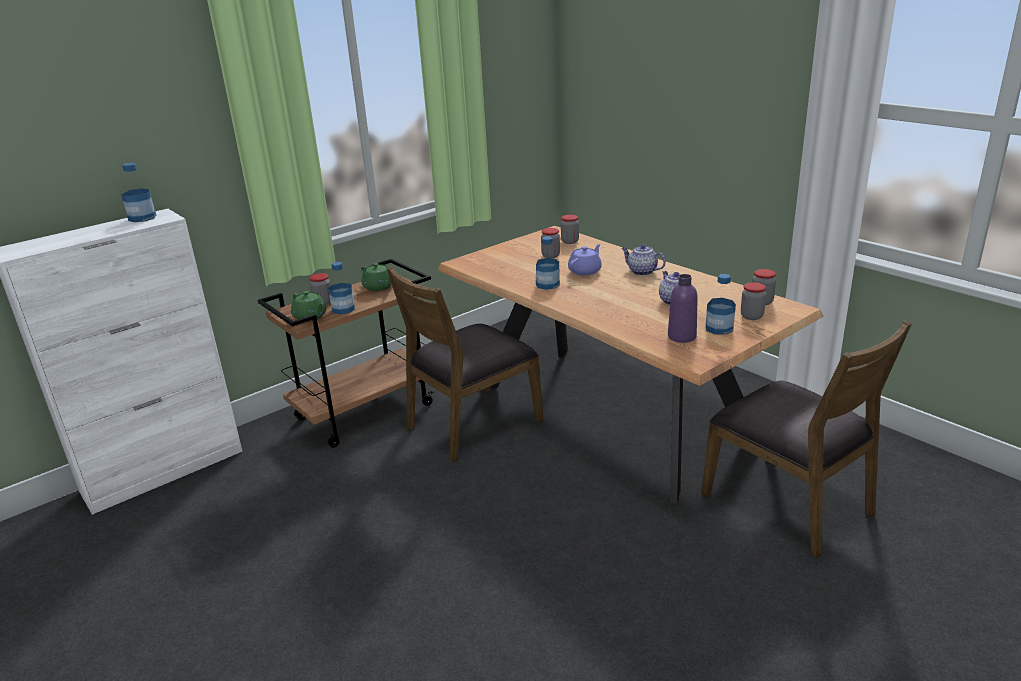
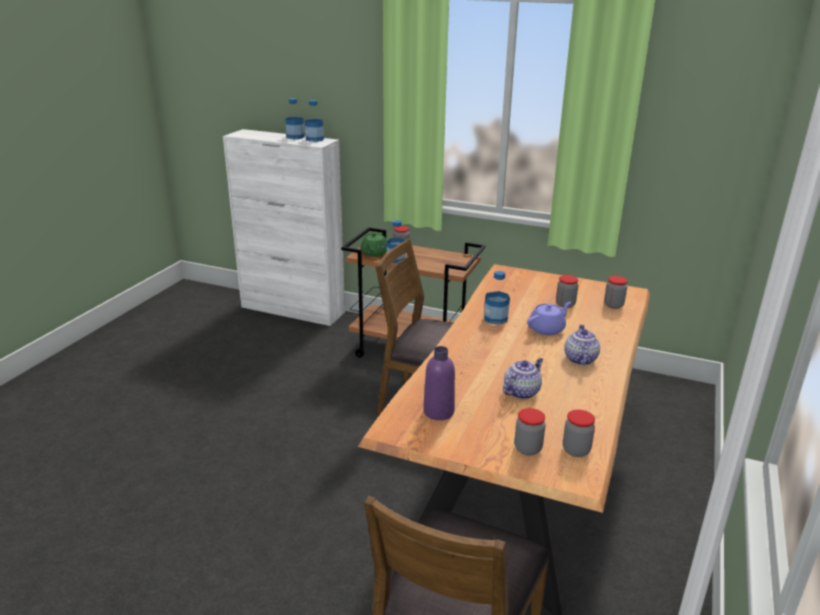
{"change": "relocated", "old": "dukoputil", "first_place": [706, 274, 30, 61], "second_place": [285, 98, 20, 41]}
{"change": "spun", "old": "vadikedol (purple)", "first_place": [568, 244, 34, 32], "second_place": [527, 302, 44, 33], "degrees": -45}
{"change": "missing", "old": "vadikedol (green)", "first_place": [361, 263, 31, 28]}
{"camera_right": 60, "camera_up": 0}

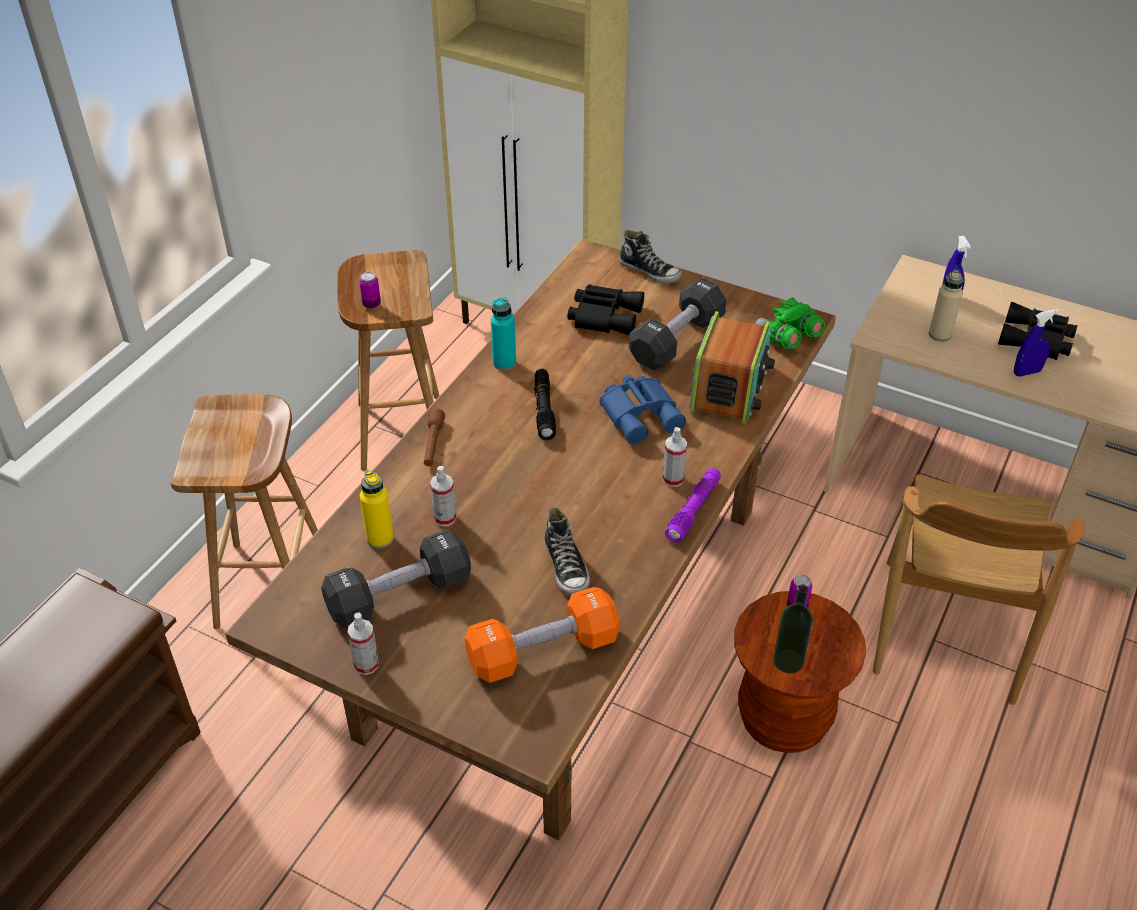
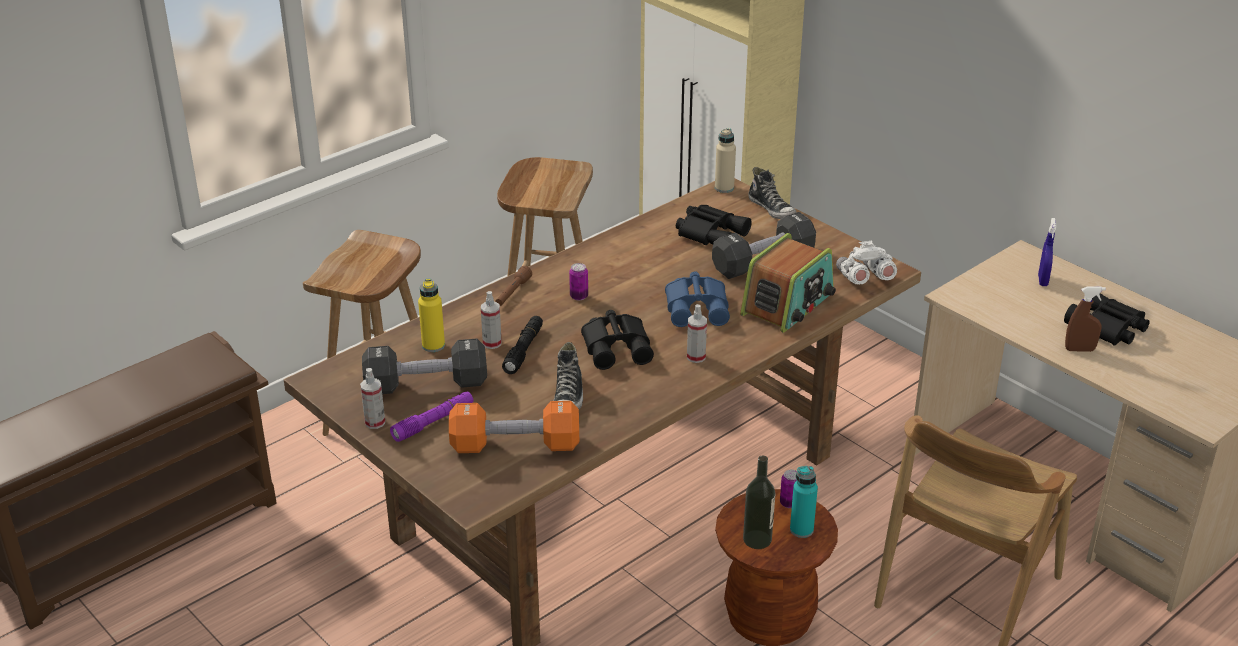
{"change": "relocated", "old": "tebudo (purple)", "first_place": [665, 468, 56, 75], "second_place": [390, 392, 84, 50]}
{"change": "relocated", "old": "tebudo (black)", "first_place": [534, 369, 22, 71], "second_place": [502, 316, 41, 58]}
{"change": "relocated", "old": "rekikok", "first_place": [359, 272, 22, 37], "second_place": [569, 263, 19, 38]}
{"change": "appeared", "new": "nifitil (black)", "second_place": [581, 310, 73, 60]}
{"change": "relocated", "old": "dukoputil (beige)", "first_place": [929, 270, 35, 72], "second_place": [715, 128, 21, 65]}
{"change": "relocated", "old": "dukoputil (turquoise)", "first_place": [491, 297, 25, 73], "second_place": [790, 466, 28, 72]}
{"change": "colour", "old": "nifitil (green)", "new": "nifitil (white)", "first_place": [755, 298, 70, 51], "second_place": [836, 241, 61, 43]}
{"change": "colour", "old": "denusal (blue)", "new": "denusal (brown)", "first_place": [1014, 309, 45, 68], "second_place": [1065, 287, 41, 65]}
{"camera_right": 20, "camera_up": -10}

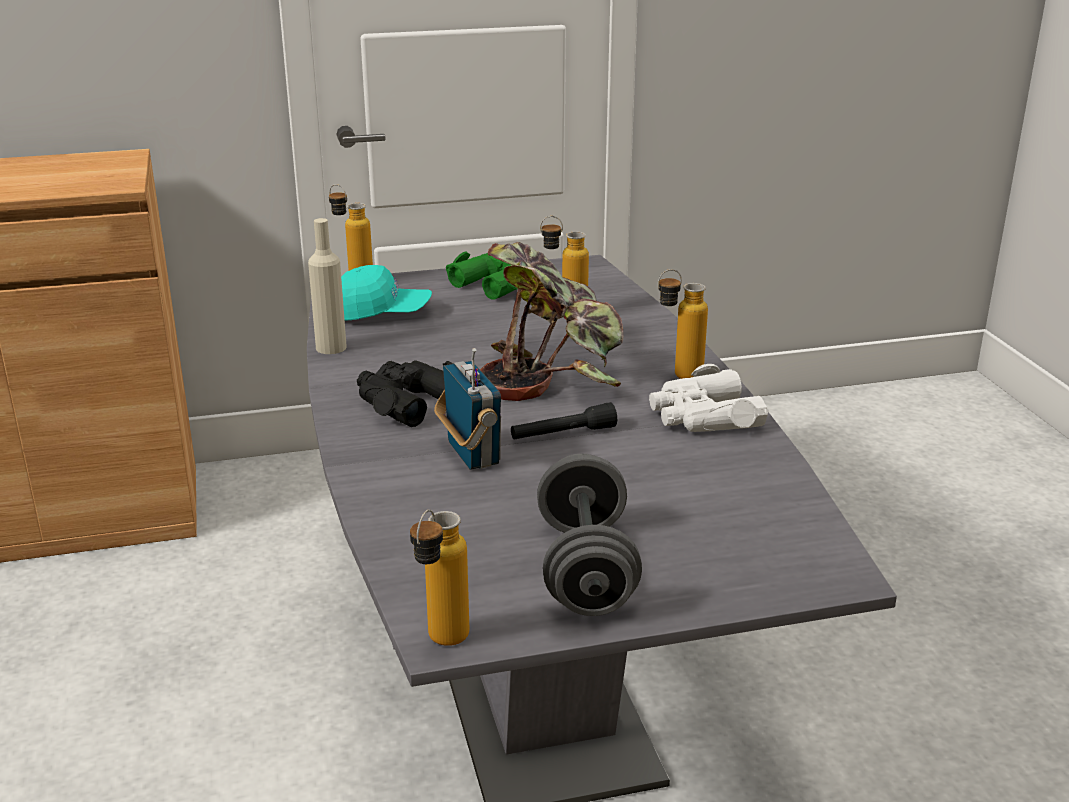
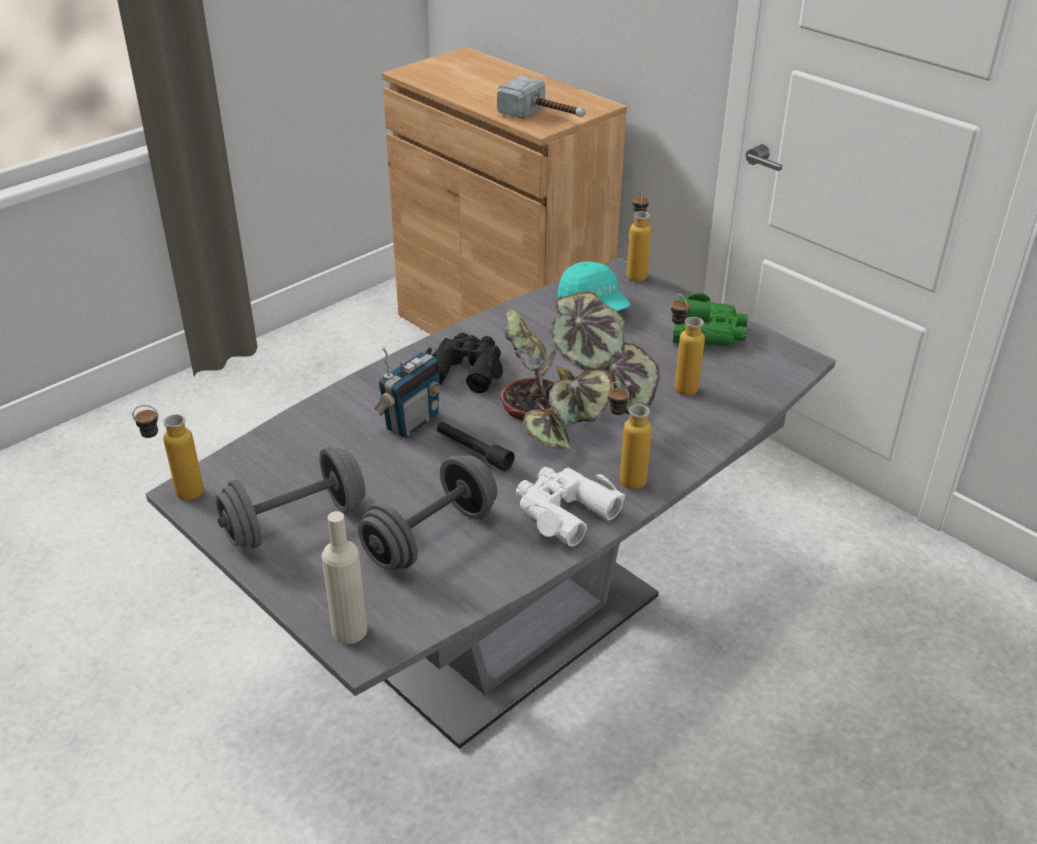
{"change": "relocated", "old": "dukoputil (beige)", "first_place": [308, 218, 39, 136], "second_place": [322, 511, 45, 133]}
{"change": "appeared", "new": "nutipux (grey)", "second_place": [358, 456, 139, 114]}
{"change": "appeared", "new": "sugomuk", "second_place": [497, 76, 89, 43]}
{"camera_right": 60, "camera_up": 10}

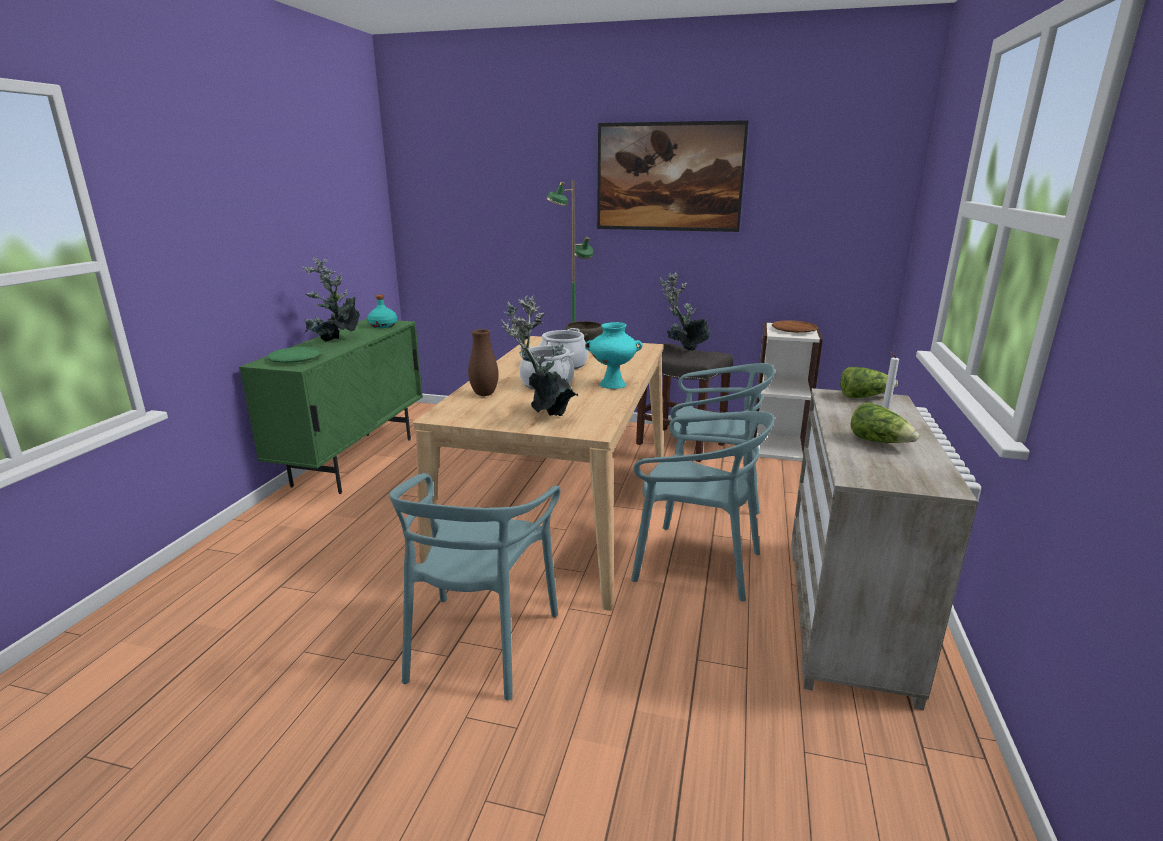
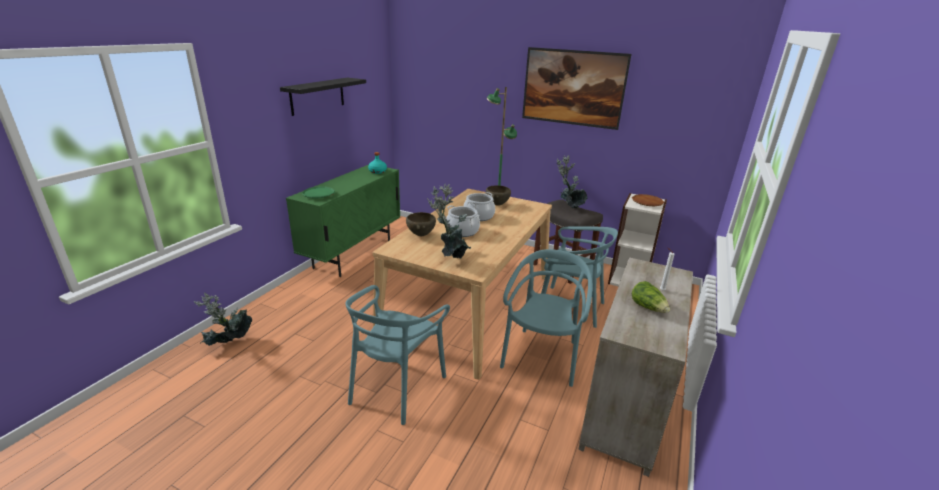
{"change": "relocated", "old": "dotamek", "first_place": [302, 257, 58, 84], "second_place": [193, 293, 59, 53]}
{"change": "appeared", "new": "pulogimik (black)", "second_place": [280, 78, 86, 38]}
{"change": "exchanged", "old": "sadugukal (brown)", "new": "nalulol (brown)", "first_place": [468, 329, 31, 67], "second_place": [406, 212, 30, 24]}
{"change": "spun", "old": "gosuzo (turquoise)", "first_place": [631, 411, 144, 190], "second_place": [500, 249, 93, 138], "degrees": -105}
{"change": "missing", "old": "sadugukal (turquoise)", "first_place": [585, 322, 58, 67]}
{"change": "missing", "old": "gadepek", "first_place": [840, 367, 58, 31]}
{"camera_right": 10, "camera_up": 5}

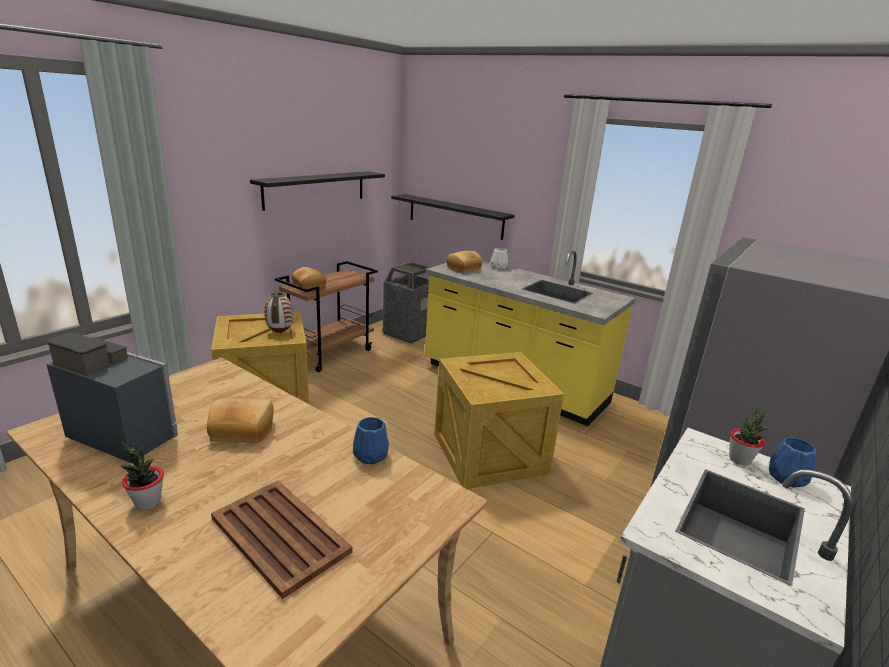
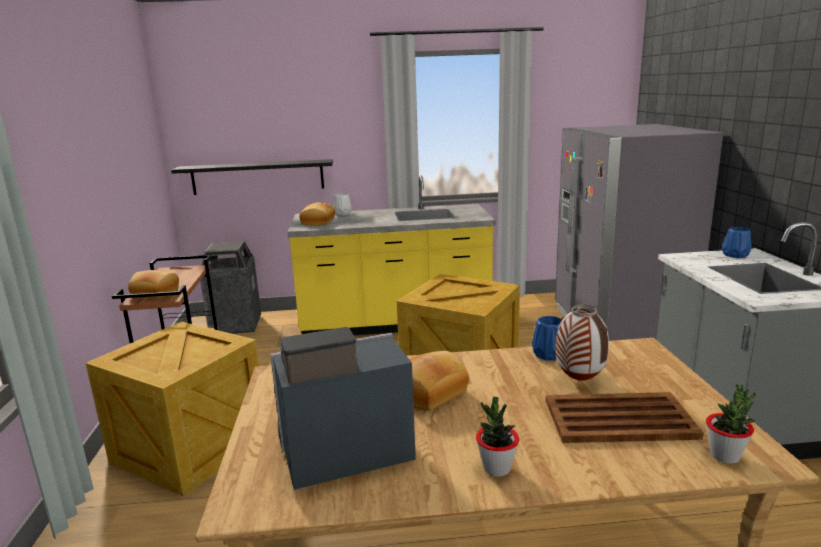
{"change": "relocated", "old": "sadugukal", "first_place": [264, 291, 29, 42], "second_place": [556, 305, 53, 76]}
{"change": "relocated", "old": "dotamek", "first_place": [729, 409, 41, 56], "second_place": [706, 384, 50, 80]}
{"change": "missing", "old": "pulogimik (black)", "first_place": [250, 171, 135, 40]}
{"camera_right": -40, "camera_up": -5}

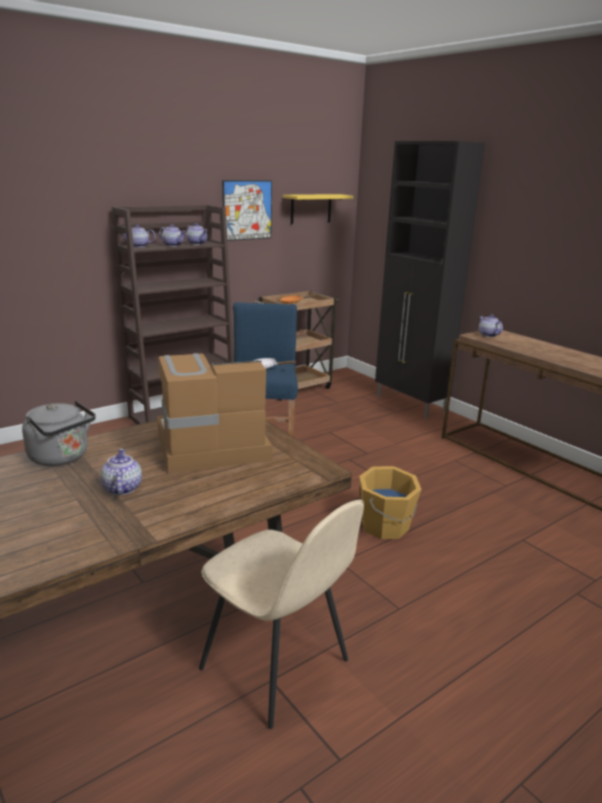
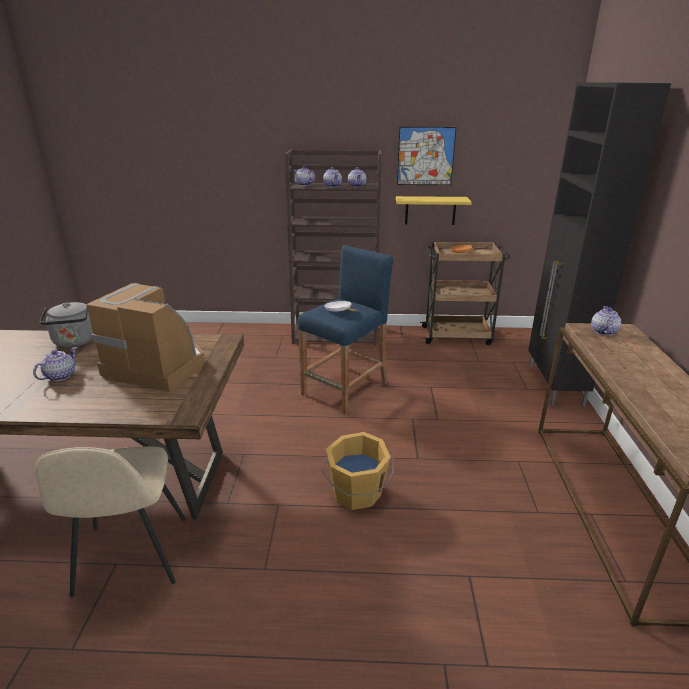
{"change": "relocated", "old": "pulogimik (yellow)", "first_place": [283, 194, 71, 30], "second_place": [396, 196, 76, 29]}
{"camera_right": 40, "camera_up": 5}

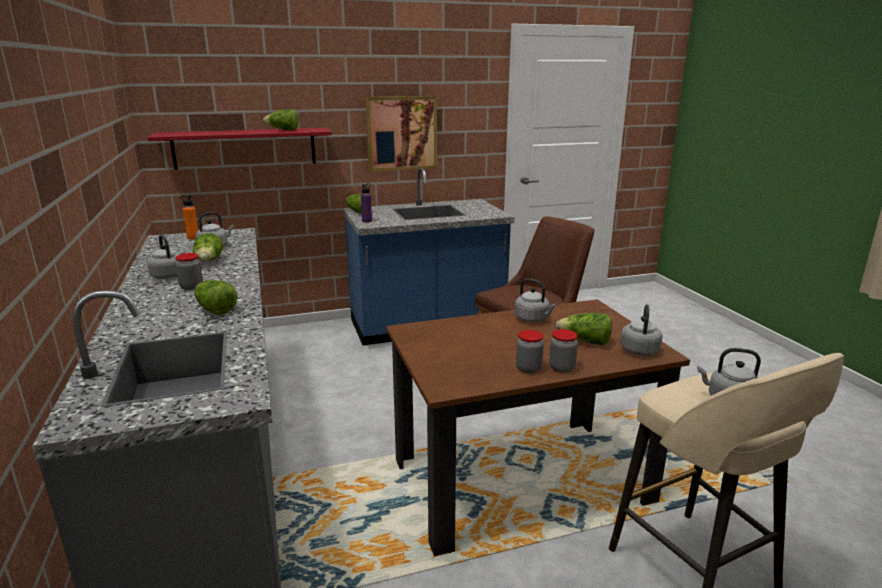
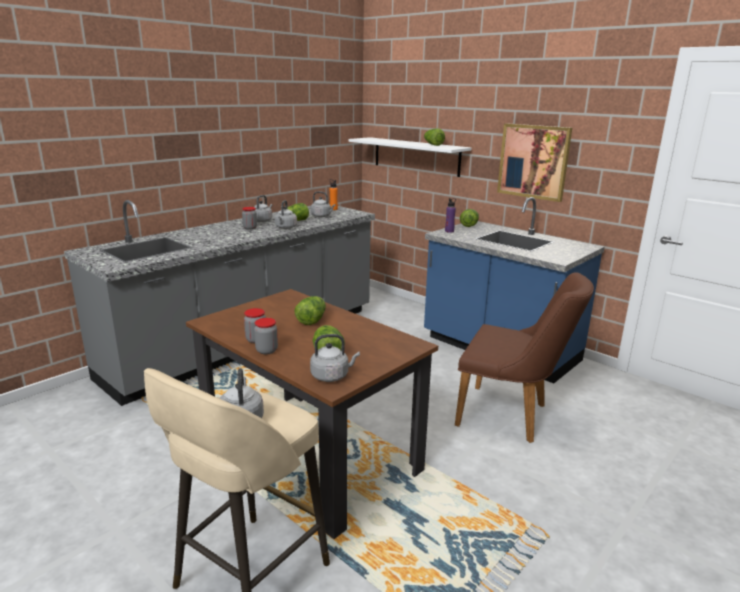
{"change": "relocated", "old": "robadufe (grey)", "first_place": [515, 278, 42, 45], "second_place": [275, 200, 22, 29]}
{"change": "relocated", "old": "gadepek", "first_place": [194, 280, 43, 35], "second_place": [294, 296, 32, 29]}
{"change": "colour", "old": "pulogimik (red)", "new": "pulogimik (white)", "first_place": [147, 128, 185, 42], "second_place": [349, 137, 122, 40]}
{"camera_right": 60, "camera_up": 0}

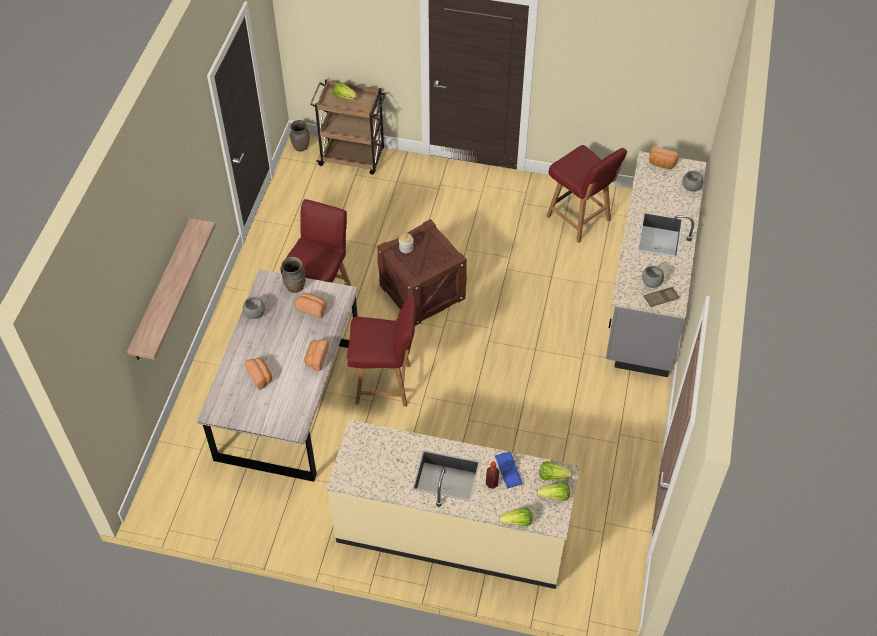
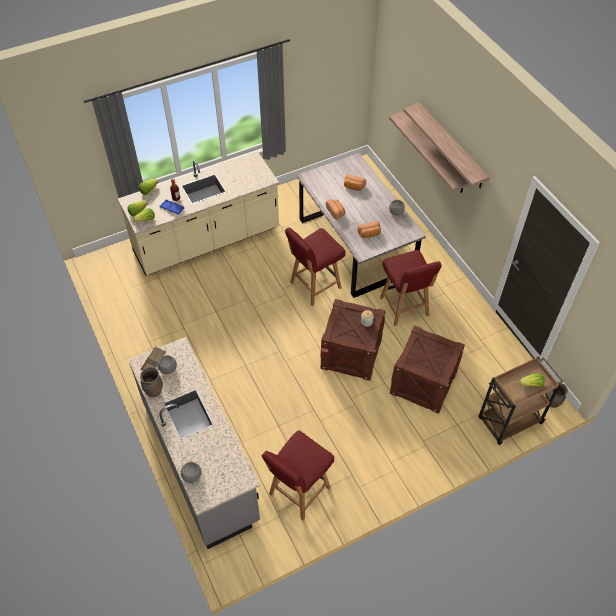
{"change": "relocated", "old": "sadugukal (brown)", "first_place": [281, 257, 25, 36], "second_place": [140, 367, 23, 30]}
{"change": "spun", "old": "gosuzo (red)", "first_place": [546, 145, 81, 98], "second_place": [262, 430, 72, 90], "degrees": -60}
{"change": "appeared", "new": "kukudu", "second_place": [390, 325, 75, 89]}
{"change": "appeared", "new": "pulogimik", "second_place": [404, 103, 85, 85]}
{"change": "missing", "old": "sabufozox", "first_place": [649, 146, 30, 23]}
{"camera_right": 140, "camera_up": 0}

